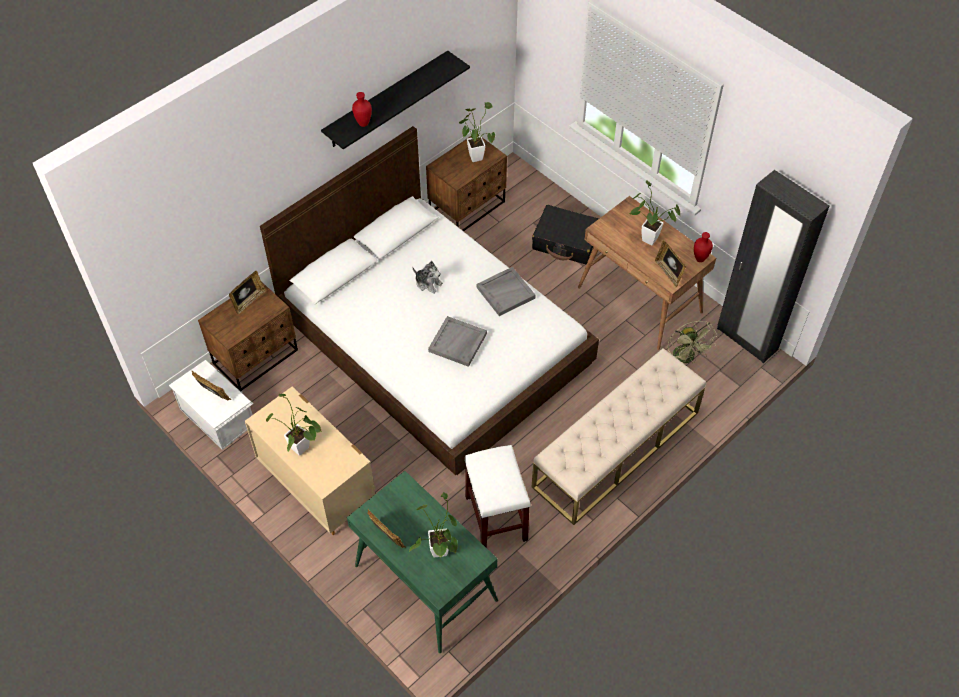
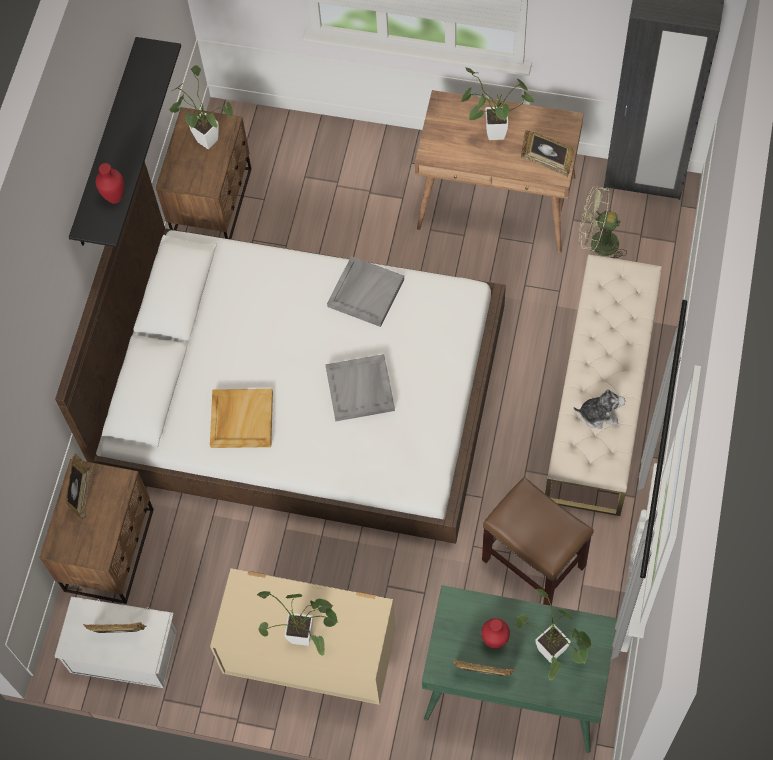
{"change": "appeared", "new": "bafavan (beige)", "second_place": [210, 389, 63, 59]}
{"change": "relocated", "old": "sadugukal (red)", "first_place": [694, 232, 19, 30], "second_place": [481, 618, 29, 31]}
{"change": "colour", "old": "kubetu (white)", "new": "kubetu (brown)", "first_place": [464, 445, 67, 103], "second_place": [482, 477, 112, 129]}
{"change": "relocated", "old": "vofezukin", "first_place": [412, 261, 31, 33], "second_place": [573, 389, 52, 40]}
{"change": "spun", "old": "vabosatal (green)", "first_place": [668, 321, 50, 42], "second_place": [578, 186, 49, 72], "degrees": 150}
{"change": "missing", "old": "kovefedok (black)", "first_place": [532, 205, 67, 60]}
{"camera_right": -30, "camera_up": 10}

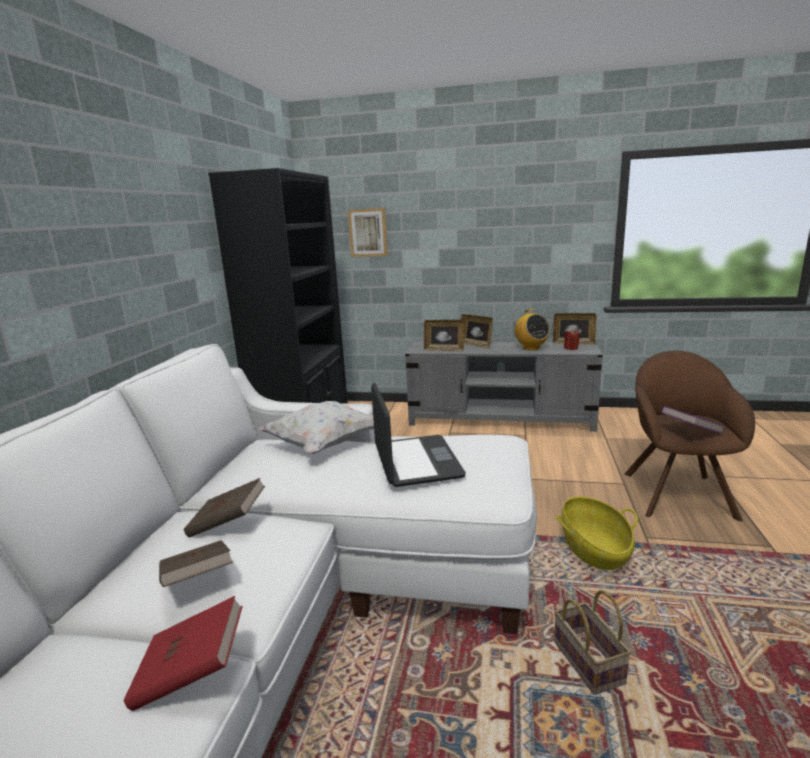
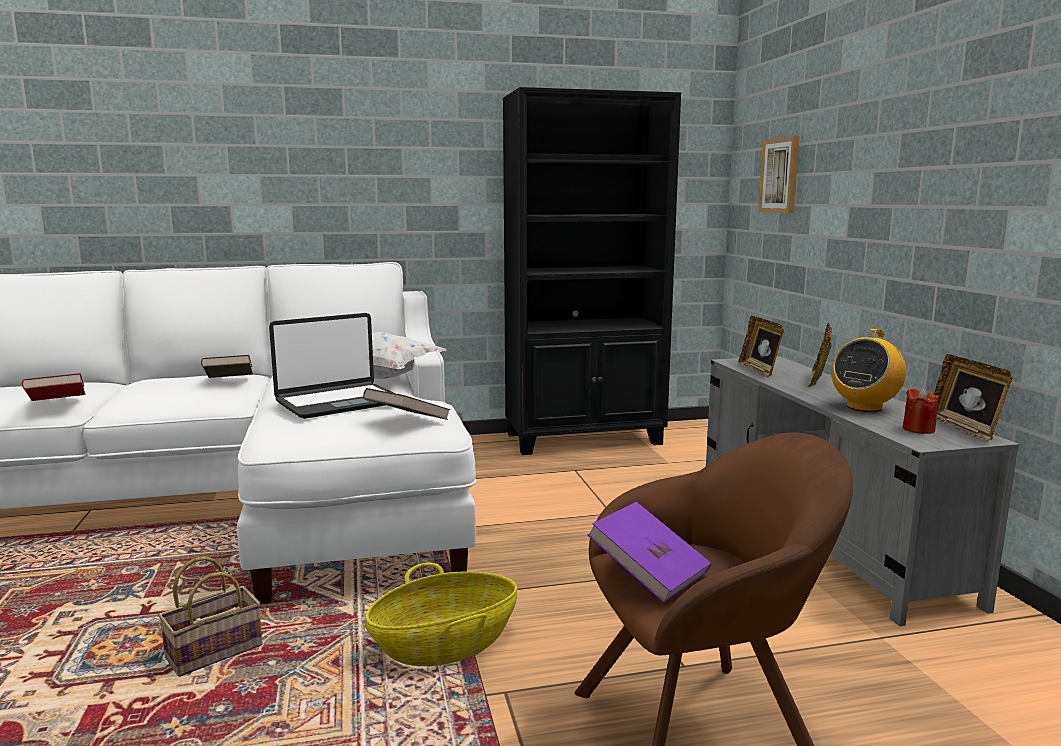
{"change": "relocated", "old": "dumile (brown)", "first_place": [159, 540, 74, 47], "second_place": [363, 388, 88, 32]}
{"camera_right": 65, "camera_up": -5}

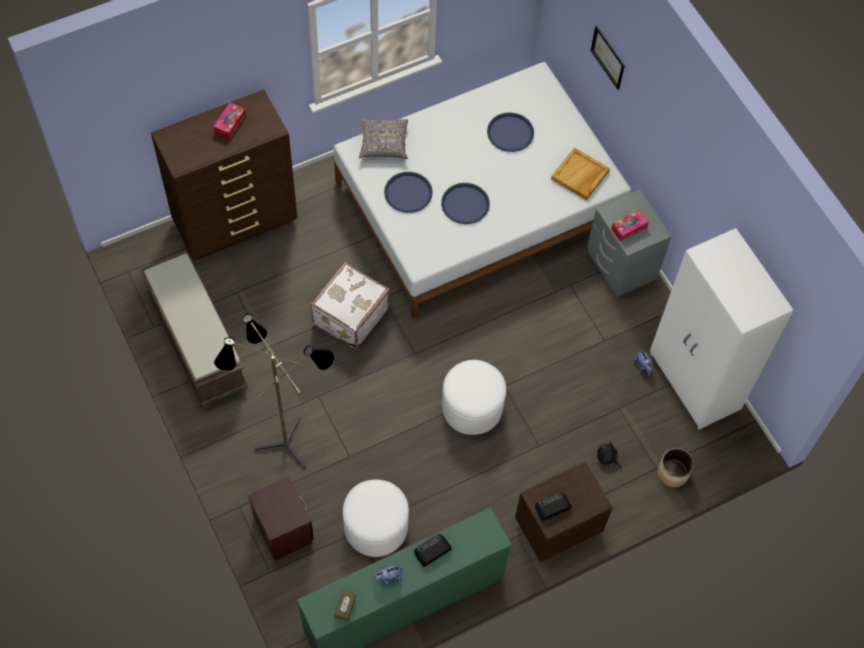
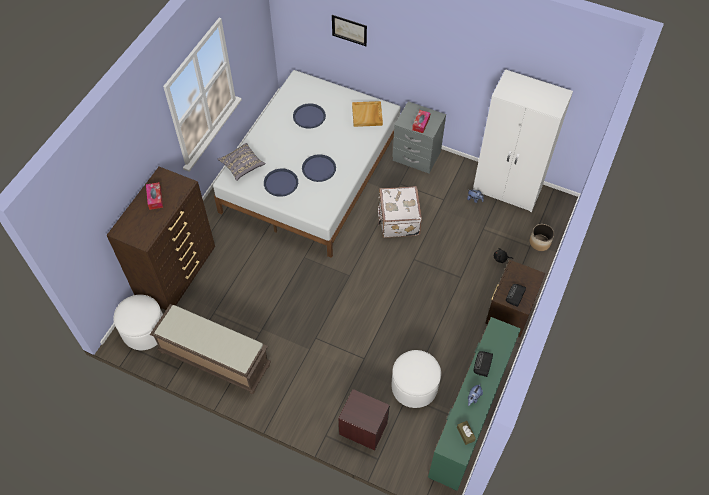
{"change": "relocated", "old": "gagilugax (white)", "first_place": [442, 360, 64, 75], "second_place": [113, 295, 50, 55]}
{"change": "relocated", "old": "kovefedok (white)", "first_place": [310, 262, 80, 87], "second_place": [378, 186, 44, 52]}
{"change": "missing", "old": "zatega", "first_place": [214, 314, 120, 155]}
{"camera_right": -35, "camera_up": -5}

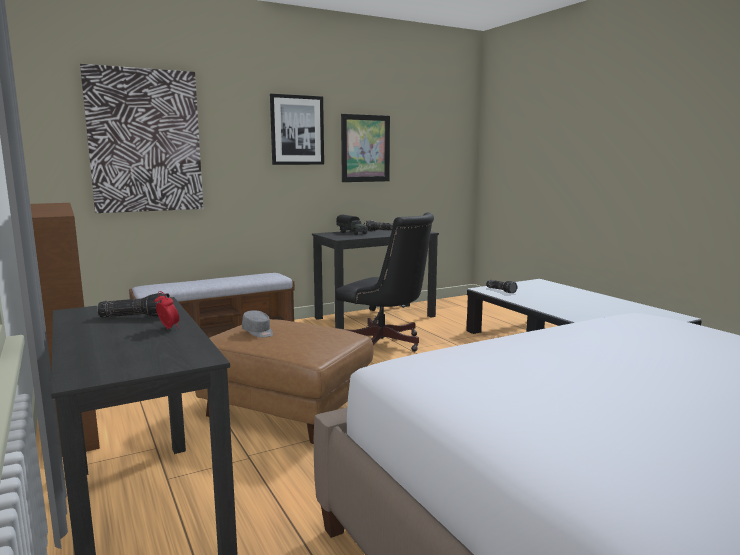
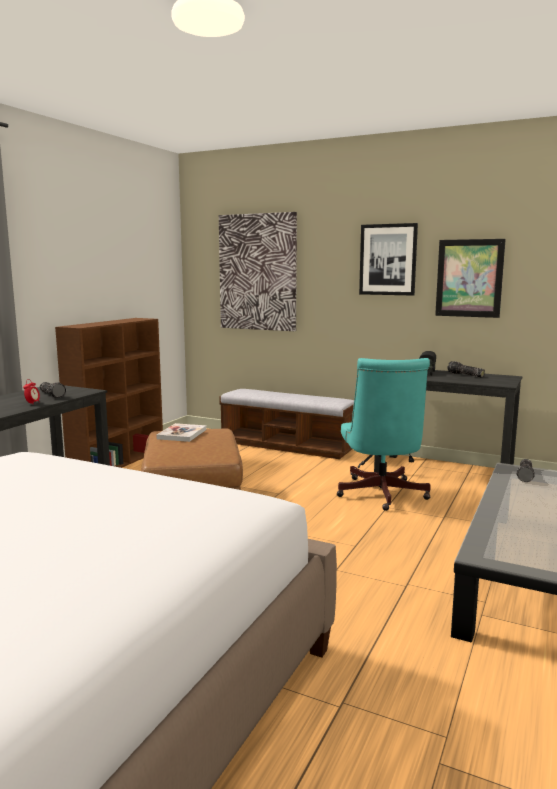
{"change": "exchanged", "old": "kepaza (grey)", "new": "dumile", "first_place": [242, 310, 31, 28], "second_place": [156, 423, 51, 19]}
{"change": "colour", "old": "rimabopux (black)", "new": "rimabopux (turquoise)", "first_place": [335, 212, 99, 140], "second_place": [337, 358, 94, 153]}
{"camera_right": 55, "camera_up": 0}

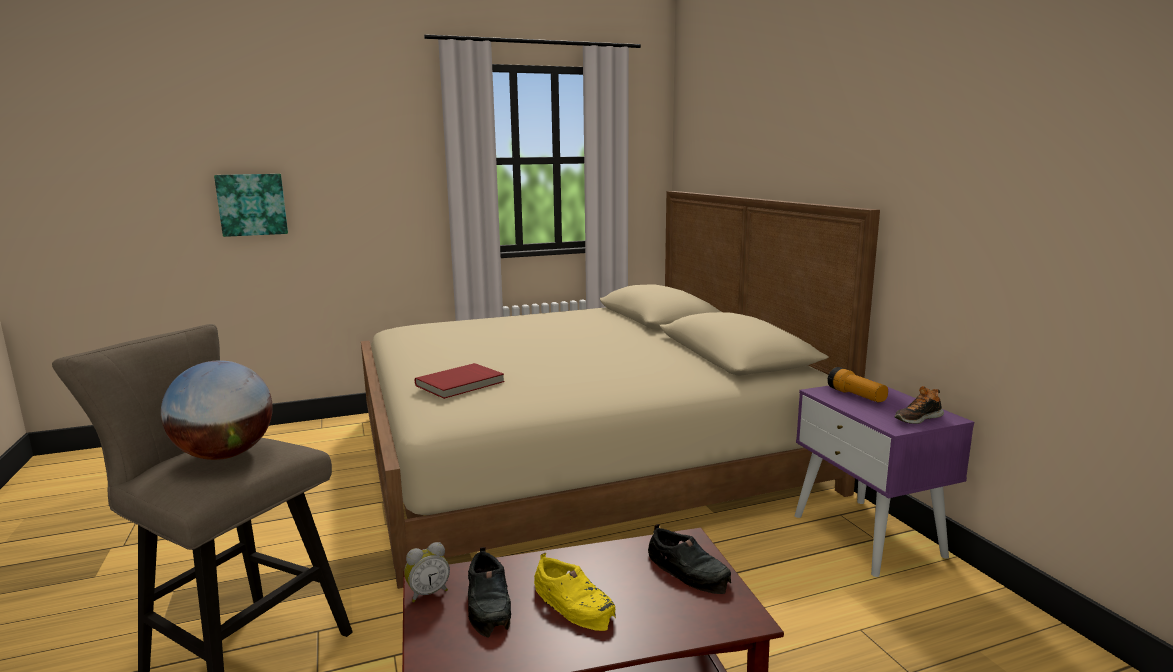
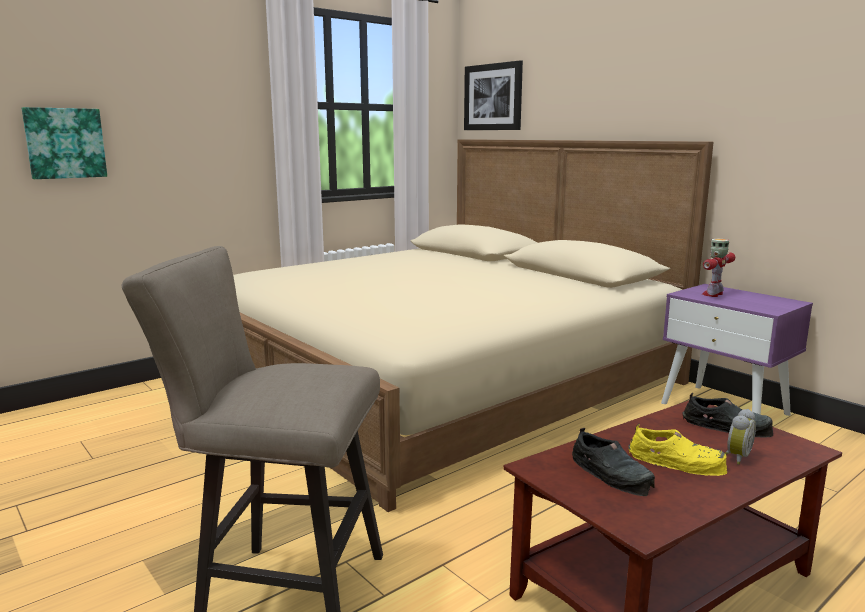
{"change": "appeared", "new": "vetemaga", "second_place": [464, 60, 59, 70]}
{"change": "exchanged", "old": "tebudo", "new": "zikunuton", "first_place": [828, 367, 60, 35], "second_place": [702, 239, 33, 58]}
{"change": "relocated", "old": "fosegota", "first_place": [404, 542, 46, 60], "second_place": [725, 409, 31, 56]}
{"change": "missing", "old": "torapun", "first_place": [161, 360, 112, 100]}
{"change": "missing", "old": "dumile (red)", "first_place": [415, 363, 90, 36]}
{"change": "missing", "old": "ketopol", "first_place": [895, 386, 49, 38]}
{"camera_right": -20, "camera_up": 0}

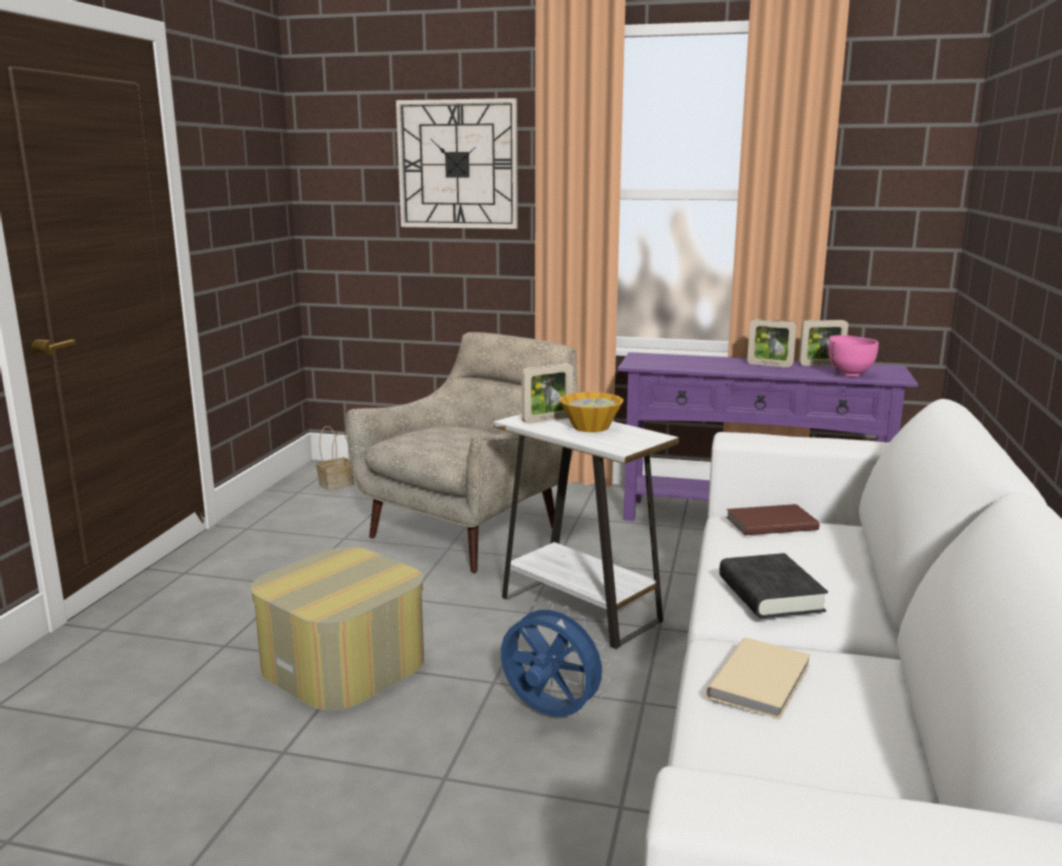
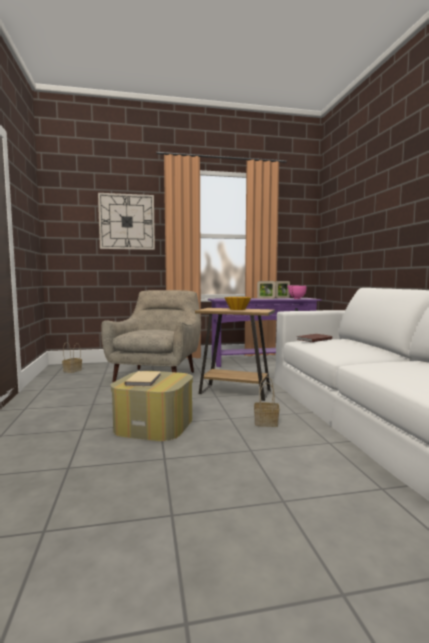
{"change": "relocated", "old": "dumile (beige)", "first_place": [706, 637, 105, 83], "second_place": [125, 371, 36, 16]}
{"change": "colour", "old": "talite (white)", "new": "talite (brown)", "first_place": [493, 414, 186, 235], "second_place": [195, 308, 80, 93]}
{"change": "exchanged", "old": "vabosatal (blue)", "new": "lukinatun", "first_place": [501, 601, 110, 116], "second_place": [254, 376, 25, 51]}
{"change": "missing", "old": "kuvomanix", "first_place": [522, 363, 51, 61]}
{"change": "missing", "old": "dumile (black)", "first_place": [719, 553, 109, 65]}
{"camera_right": -25, "camera_up": -10}

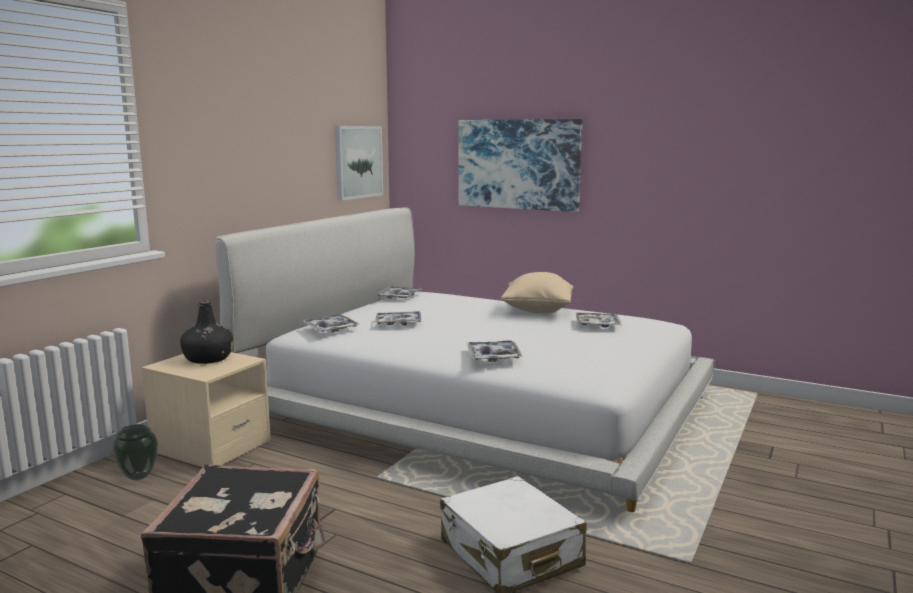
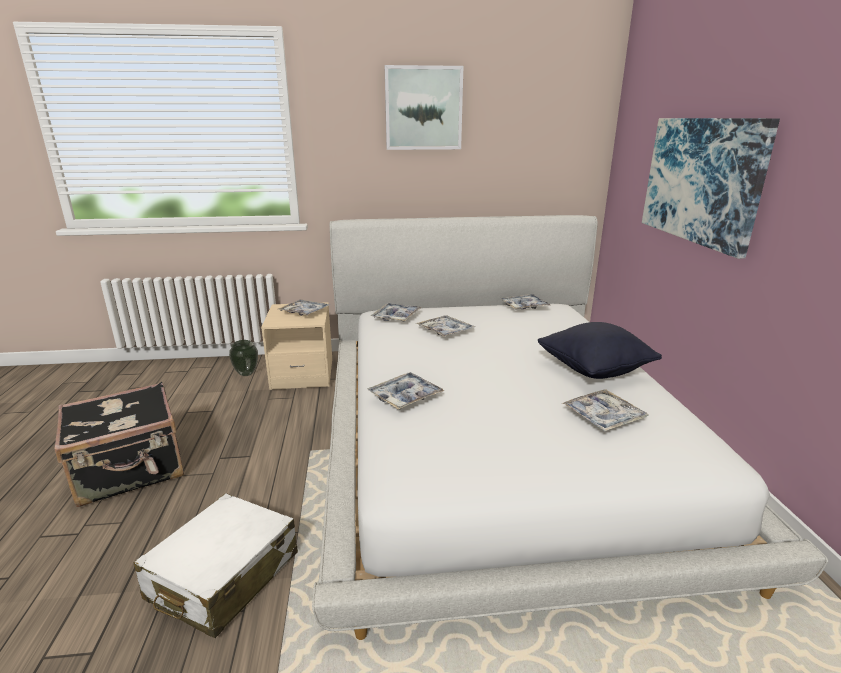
{"change": "exchanged", "old": "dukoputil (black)", "new": "bafavan", "first_place": [180, 301, 53, 63], "second_place": [278, 300, 52, 16]}
{"change": "relocated", "old": "vetemaga", "first_place": [335, 126, 48, 75], "second_place": [385, 65, 79, 85]}
{"change": "colour", "old": "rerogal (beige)", "new": "rerogal (black)", "first_place": [501, 272, 72, 42], "second_place": [538, 322, 124, 57]}
{"camera_right": 55, "camera_up": 10}

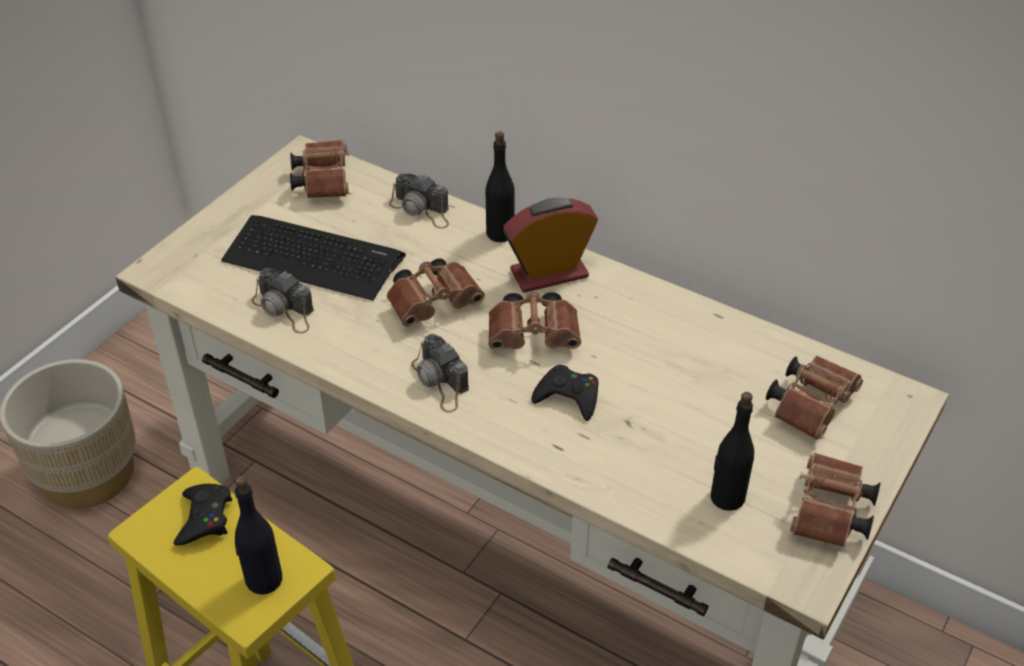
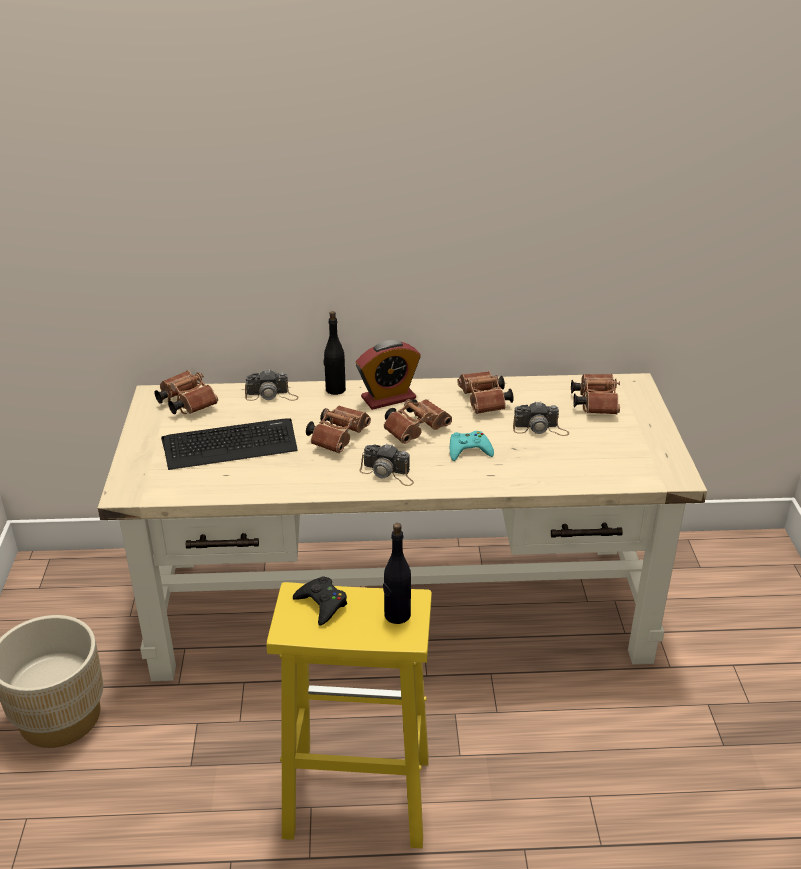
{"change": "spun", "old": "fosegota", "first_place": [503, 198, 95, 95], "second_place": [356, 340, 65, 70], "degrees": -150}
{"change": "colour", "old": "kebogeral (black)", "new": "kebogeral (turquoise)", "first_place": [532, 365, 66, 56], "second_place": [450, 431, 44, 30]}
{"change": "relocated", "old": "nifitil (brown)", "first_place": [790, 453, 91, 94], "second_place": [458, 371, 56, 43]}
{"change": "relocated", "old": "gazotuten", "first_place": [251, 268, 63, 66], "second_place": [513, 401, 56, 35]}
{"change": "missing", "old": "dukoputil (black)", "first_place": [711, 392, 43, 119]}
{"camera_right": -35, "camera_up": -10}

